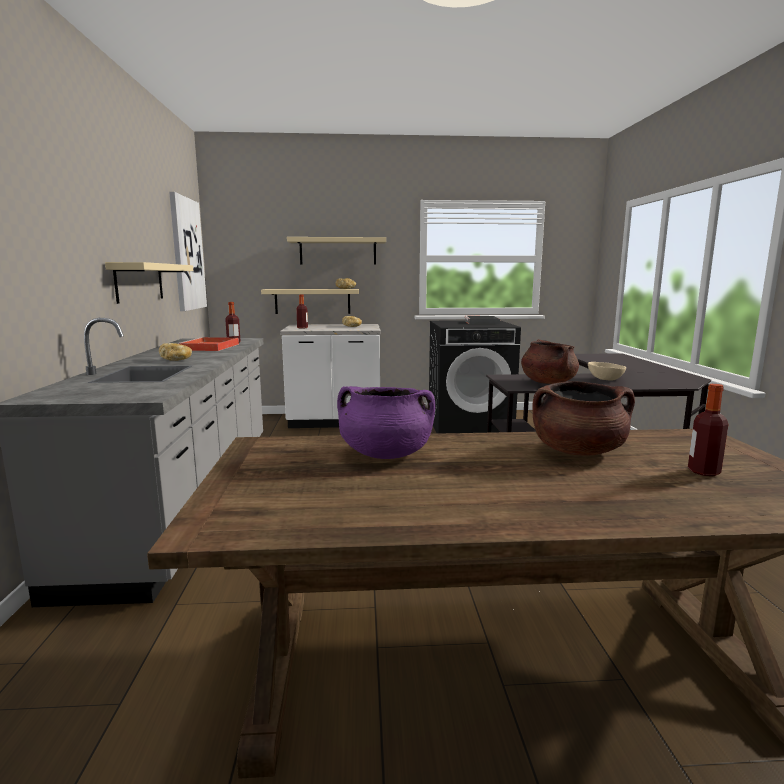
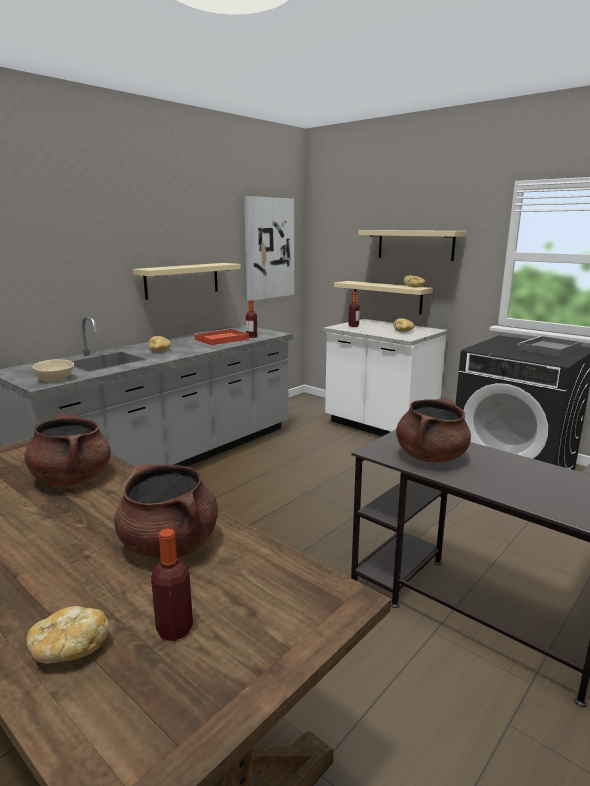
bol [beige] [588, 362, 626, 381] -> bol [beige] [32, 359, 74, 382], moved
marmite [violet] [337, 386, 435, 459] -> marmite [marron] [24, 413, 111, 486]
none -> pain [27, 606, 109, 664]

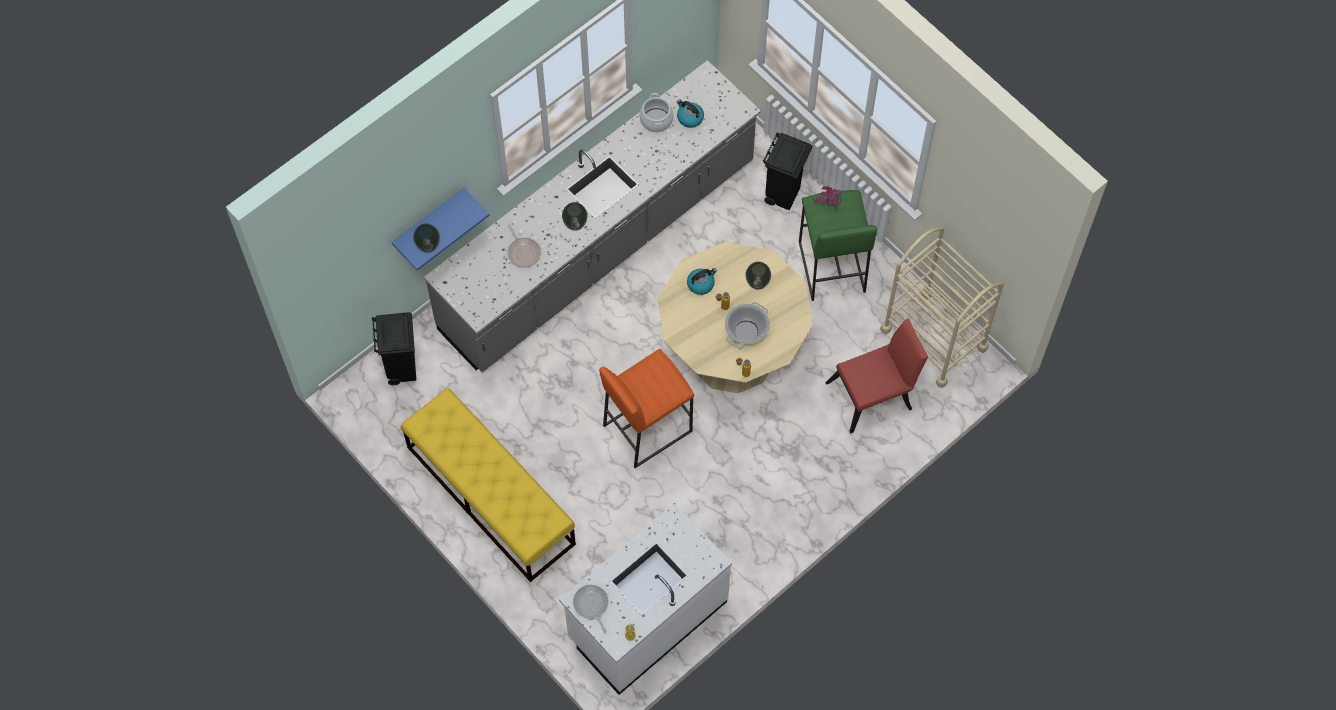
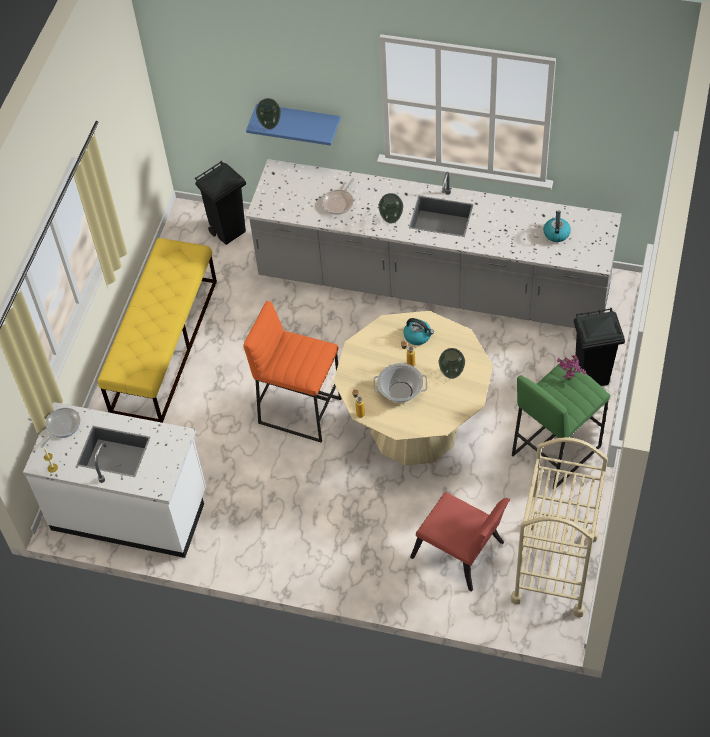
marmite [639, 93, 673, 132] -> none

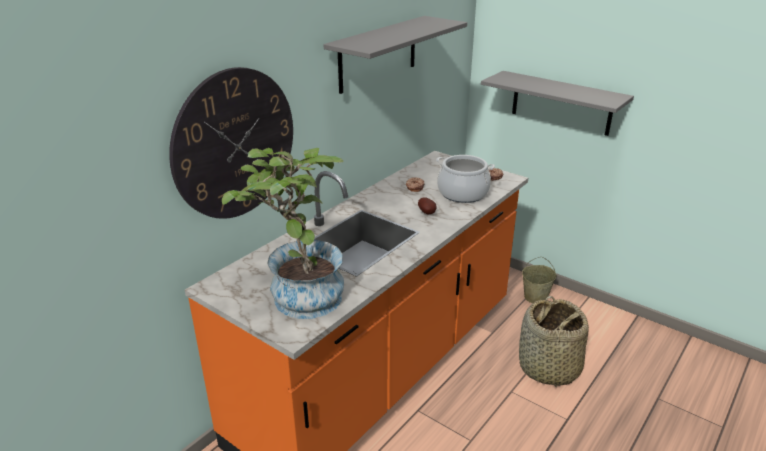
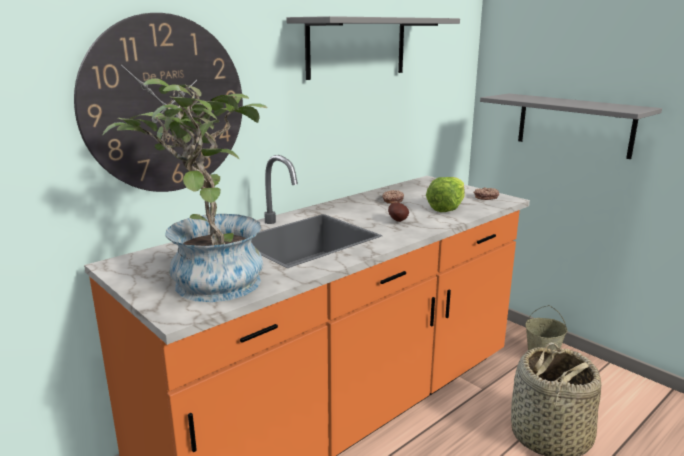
marmite [436, 155, 495, 203] -> laitue [426, 177, 465, 212]

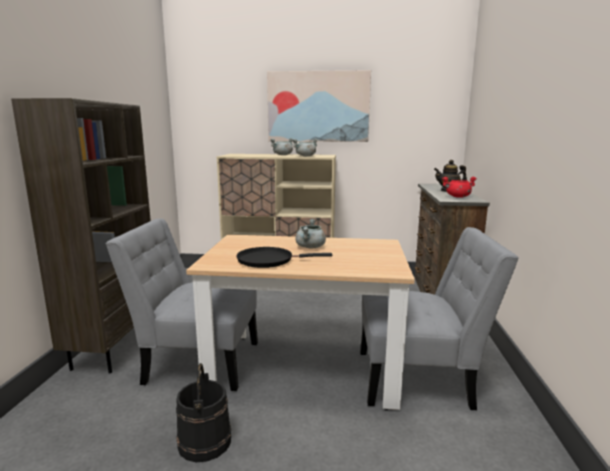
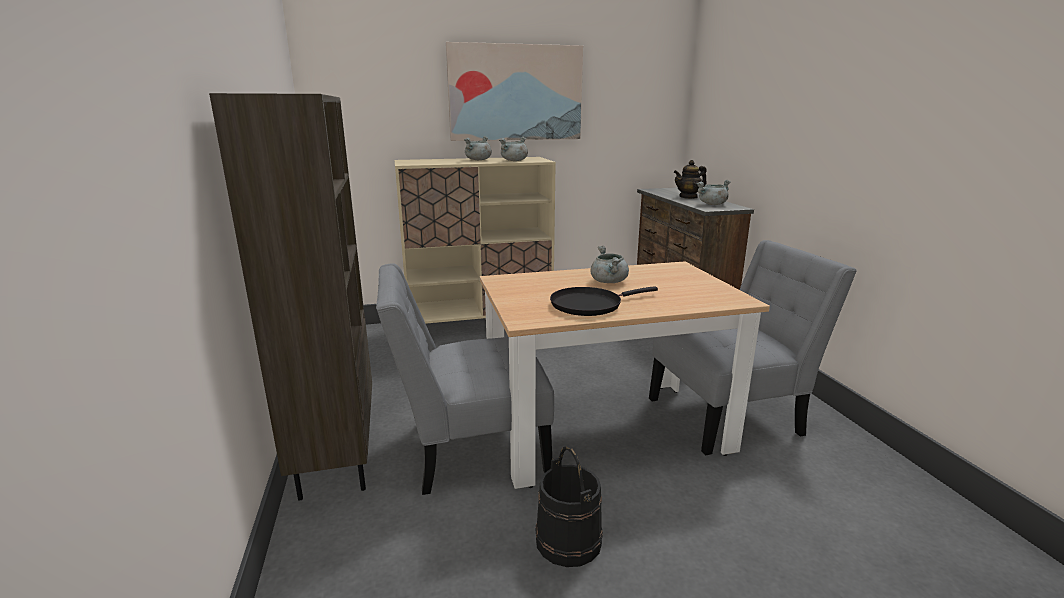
marmite [rouge] [442, 177, 477, 198] -> marmite [gris] [696, 180, 731, 205]

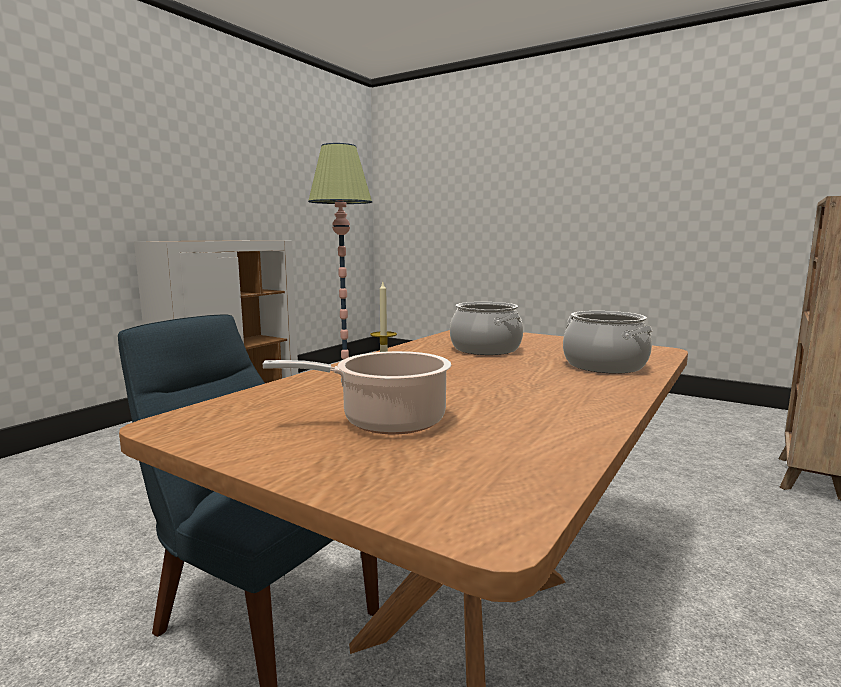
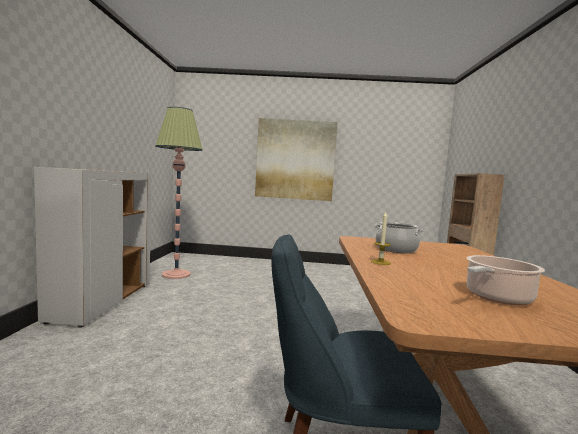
marmite [563, 311, 652, 374] -> none
none -> tableau [255, 118, 338, 201]

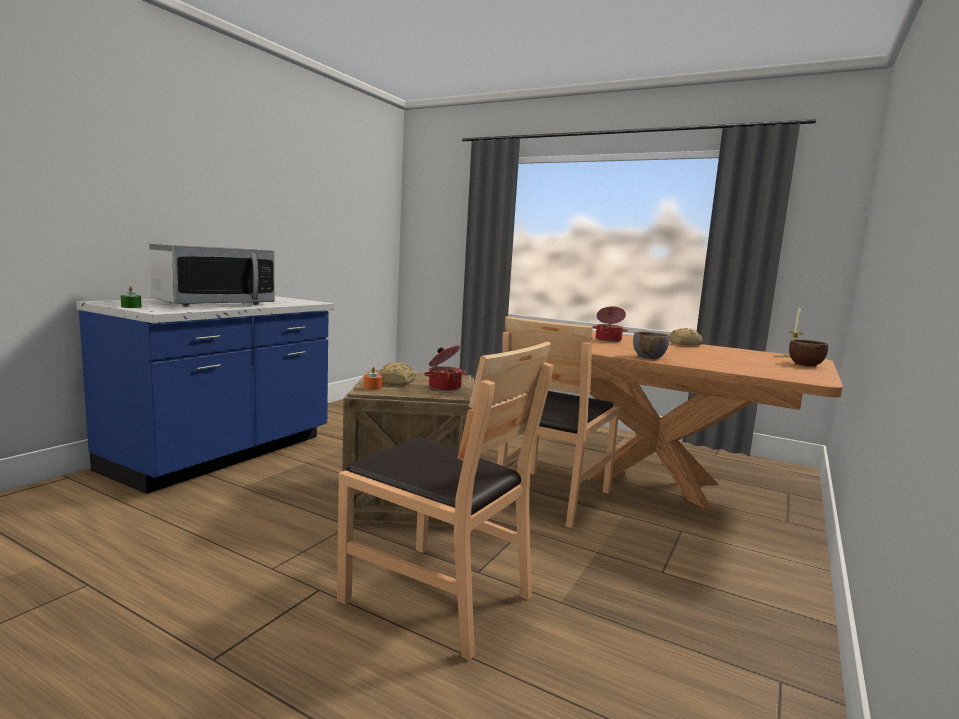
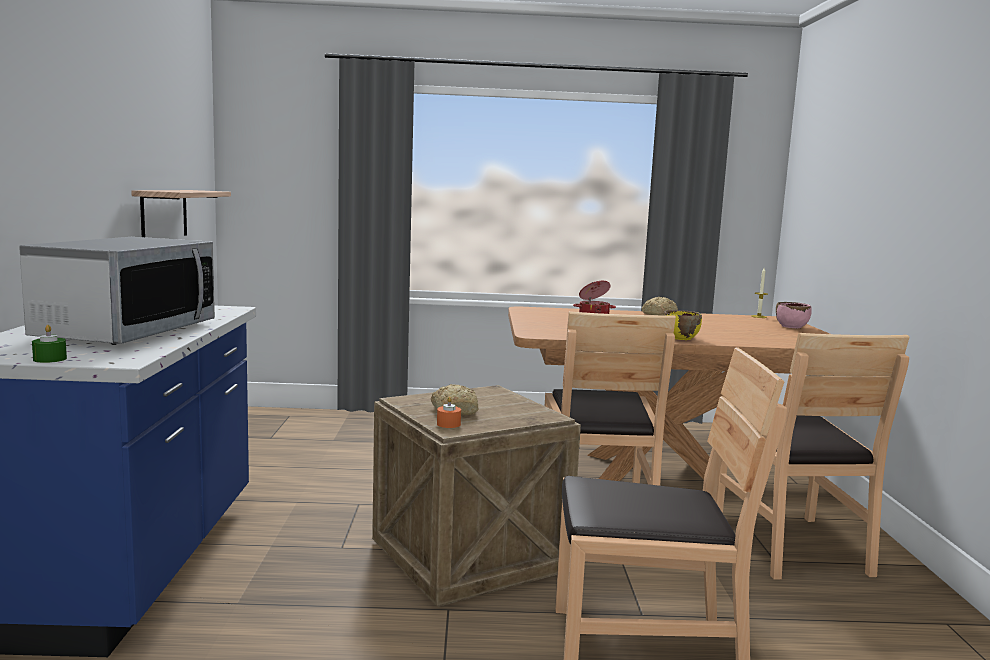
bol [gris] [633, 331, 669, 359] -> bol [jaune] [664, 310, 702, 340]
bol [marron] [789, 339, 828, 366] -> bol [rose] [776, 302, 812, 328]
marmite [424, 345, 466, 391] -> none
none -> étagère [131, 190, 231, 237]
none -> chaise [marron] [716, 333, 909, 580]

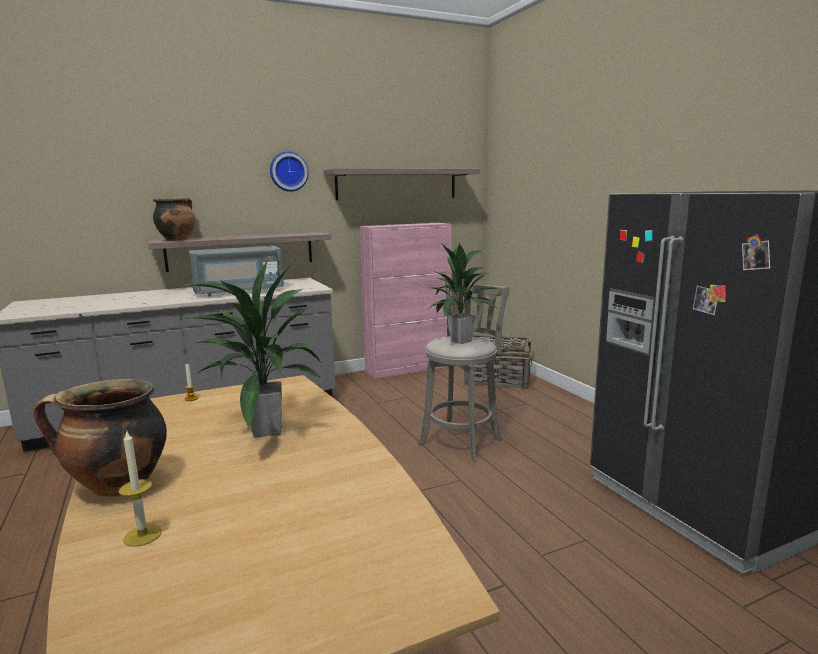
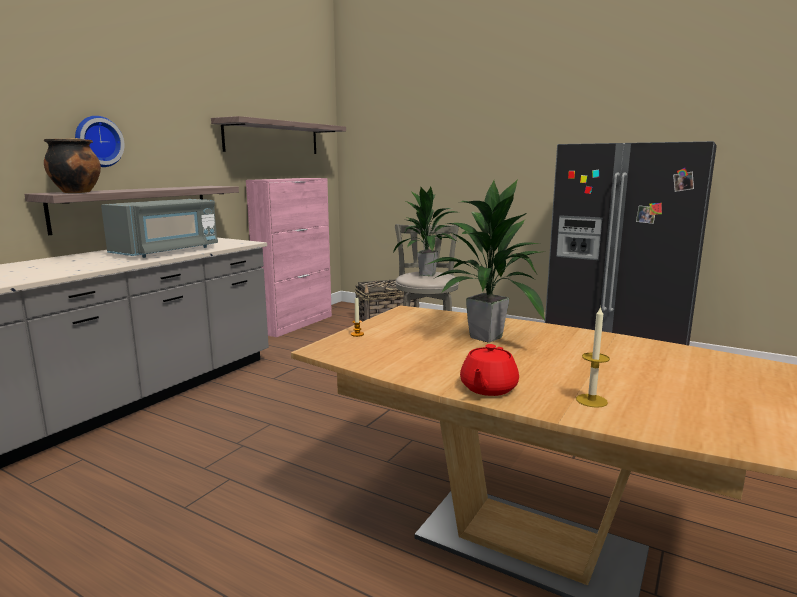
horloge murale [270, 151, 309, 192] -> horloge murale [75, 116, 125, 167], moved
marmite [34, 379, 167, 497] -> théière [rouge] [460, 344, 519, 396]

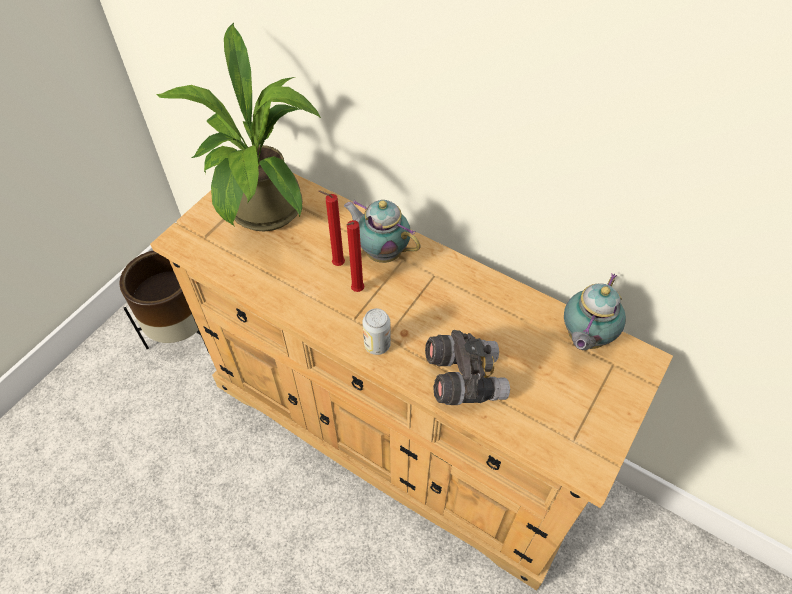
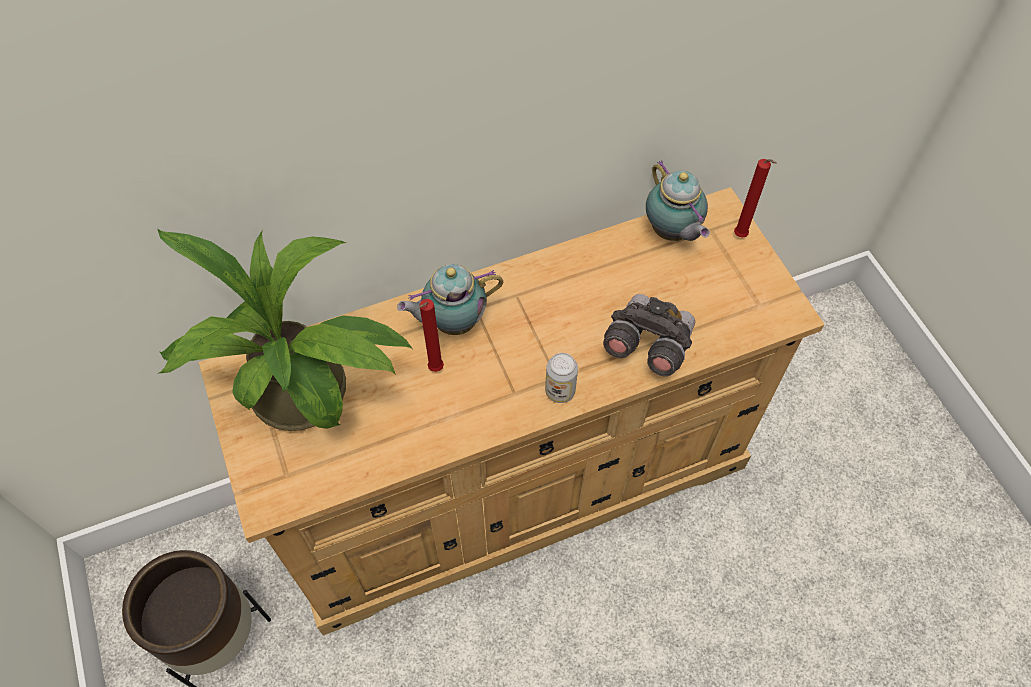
bougie [rouge] [347, 220, 365, 292] -> bougie [rouge] [734, 159, 777, 237], moved

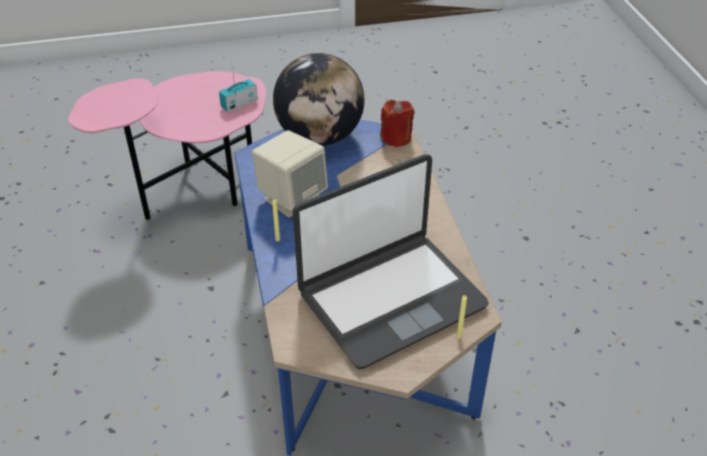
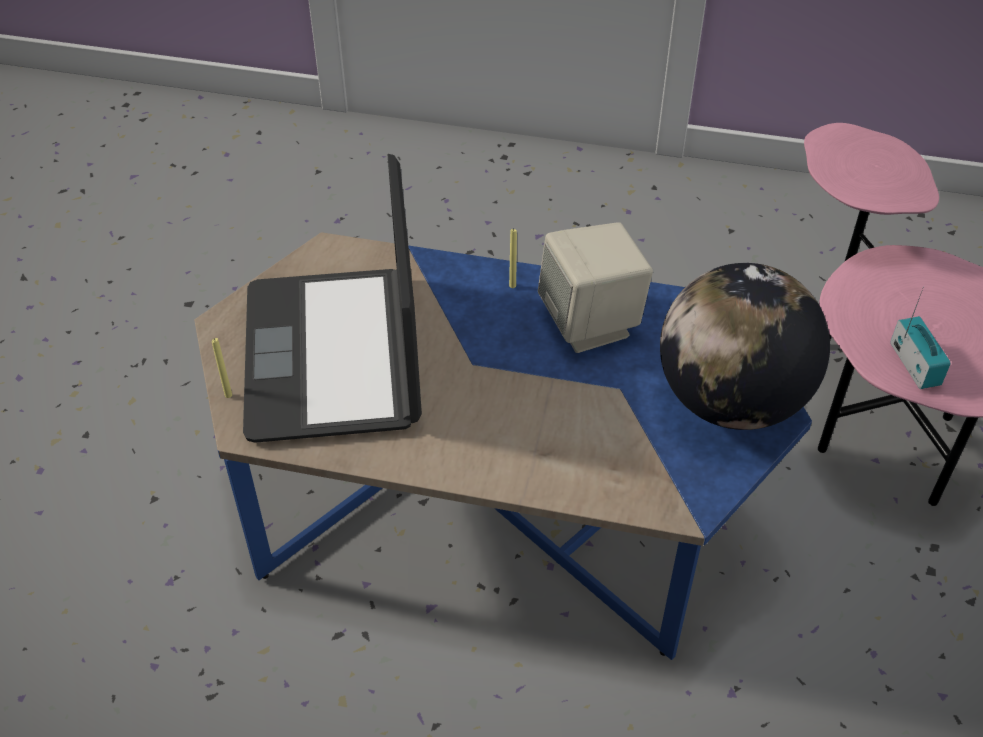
bougie [rouge] [380, 100, 415, 147] -> none

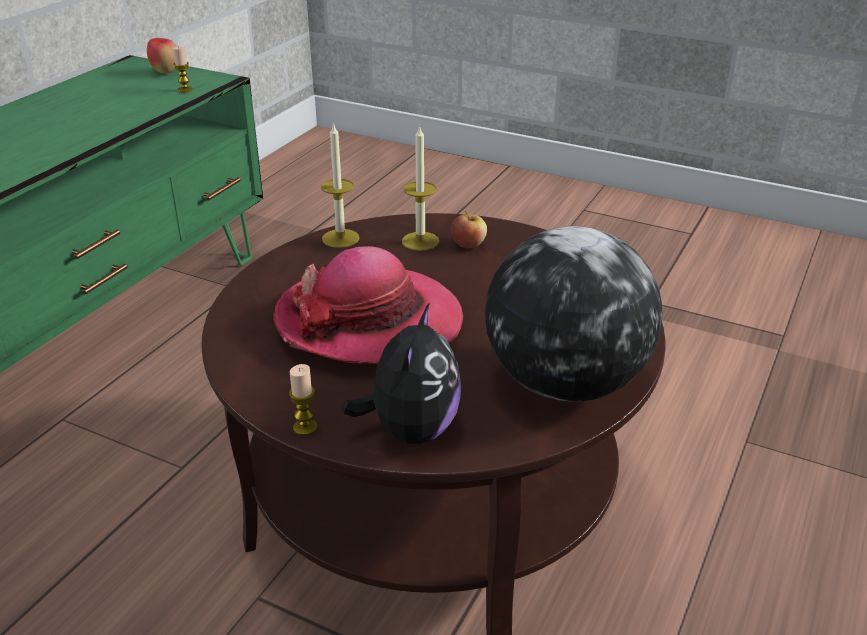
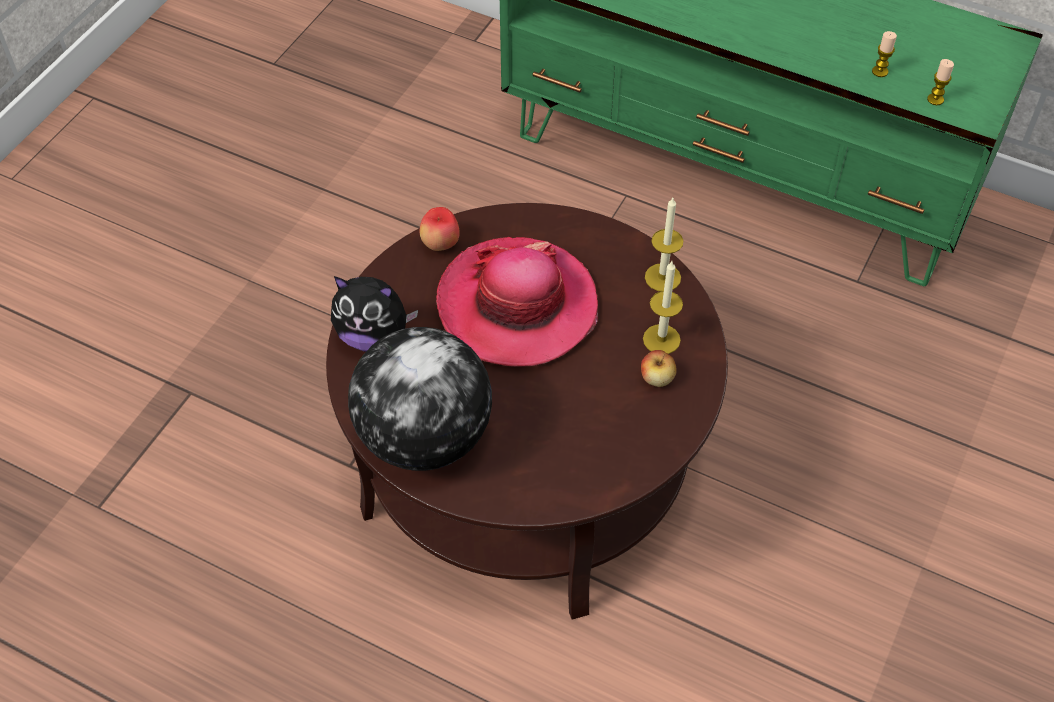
pomme [147, 38, 177, 74] -> pomme [420, 207, 460, 251], moved
bougie [289, 364, 318, 436] -> bougie [872, 31, 897, 77], moved

